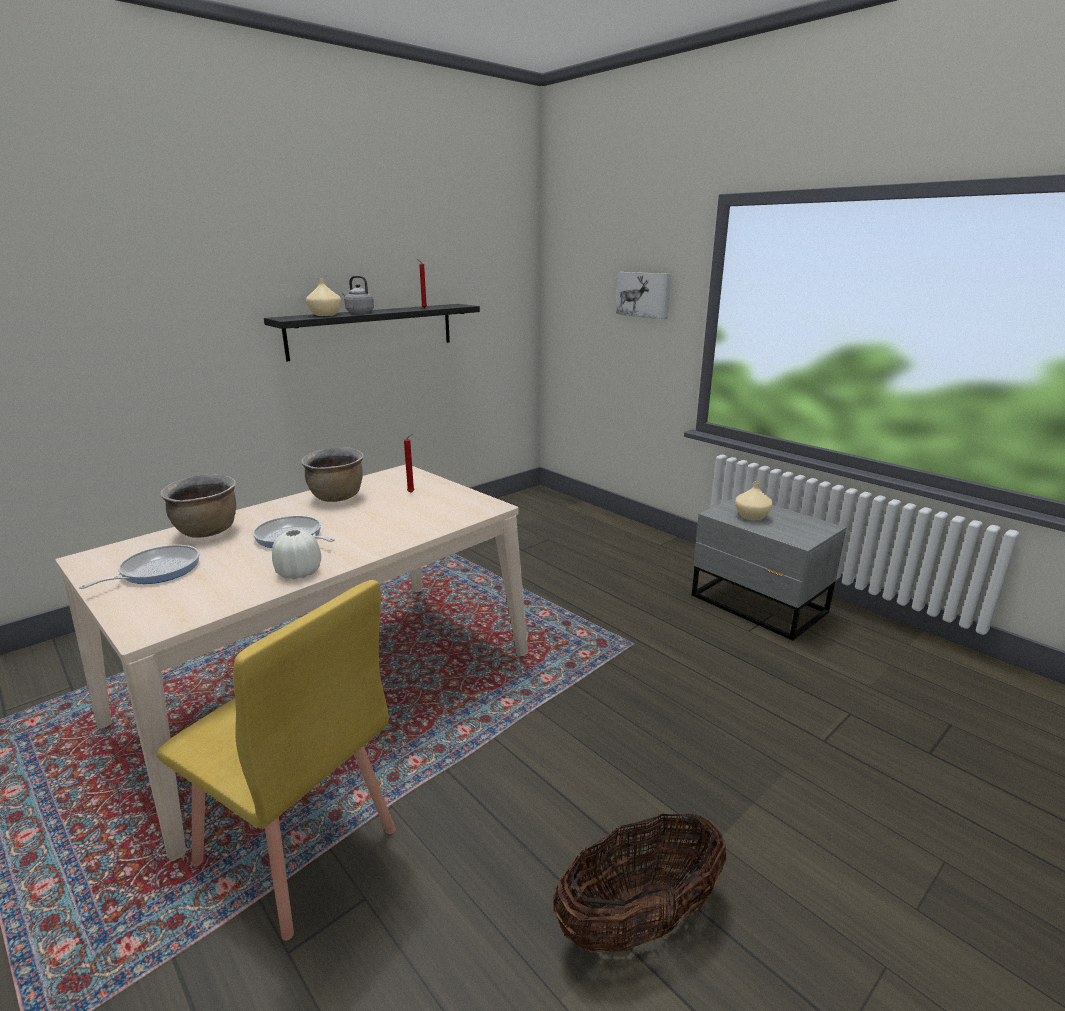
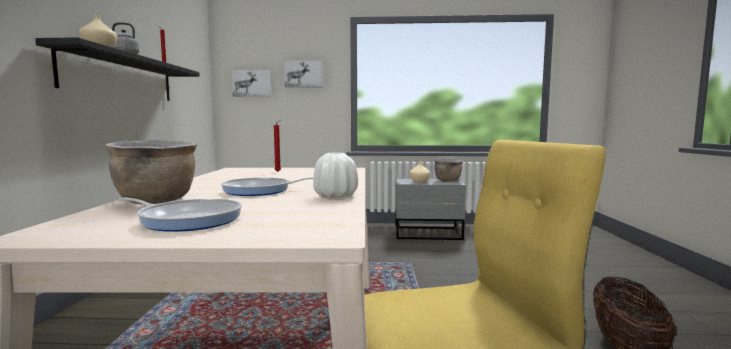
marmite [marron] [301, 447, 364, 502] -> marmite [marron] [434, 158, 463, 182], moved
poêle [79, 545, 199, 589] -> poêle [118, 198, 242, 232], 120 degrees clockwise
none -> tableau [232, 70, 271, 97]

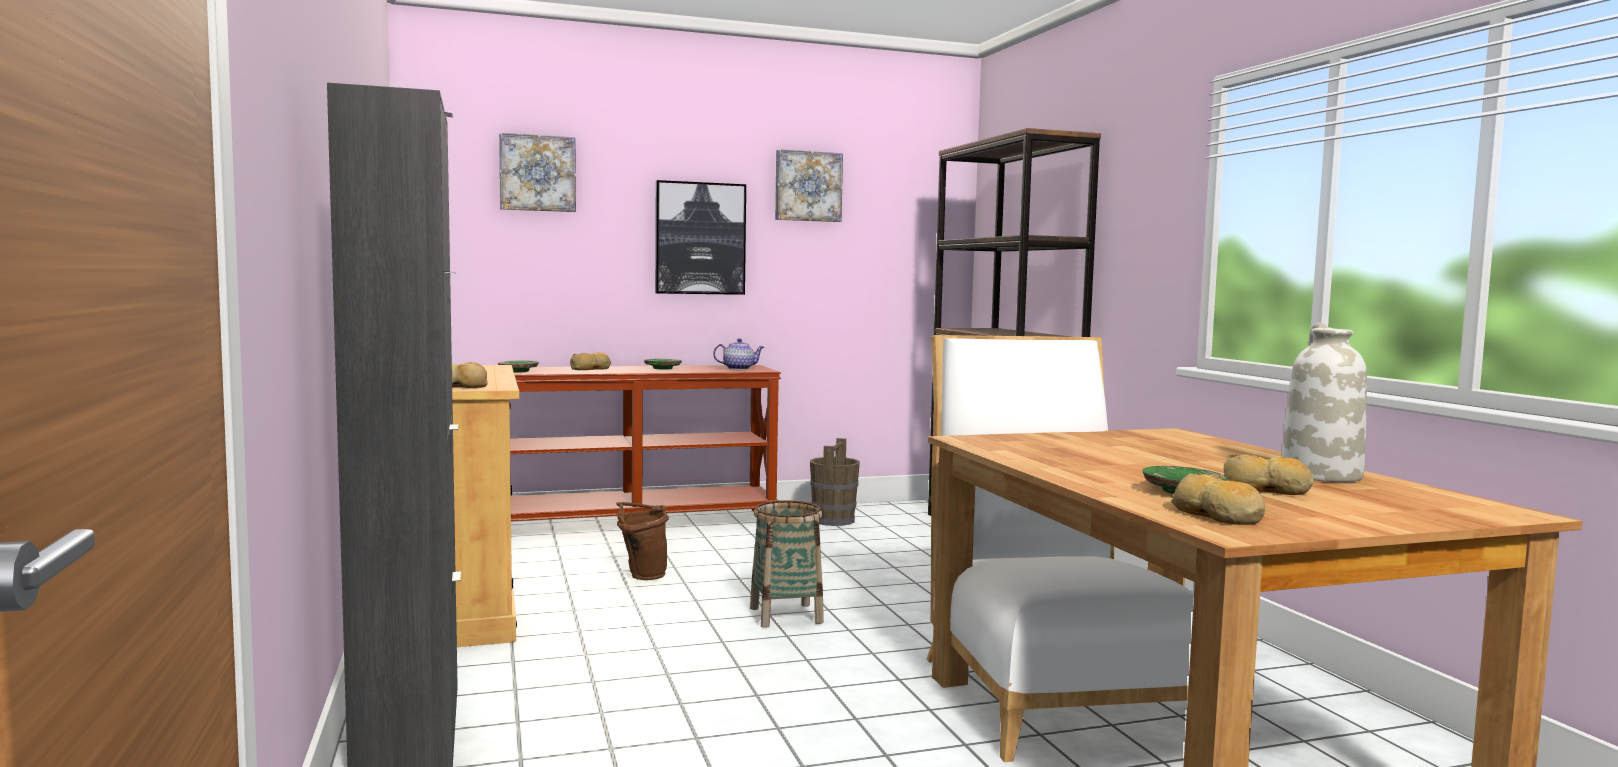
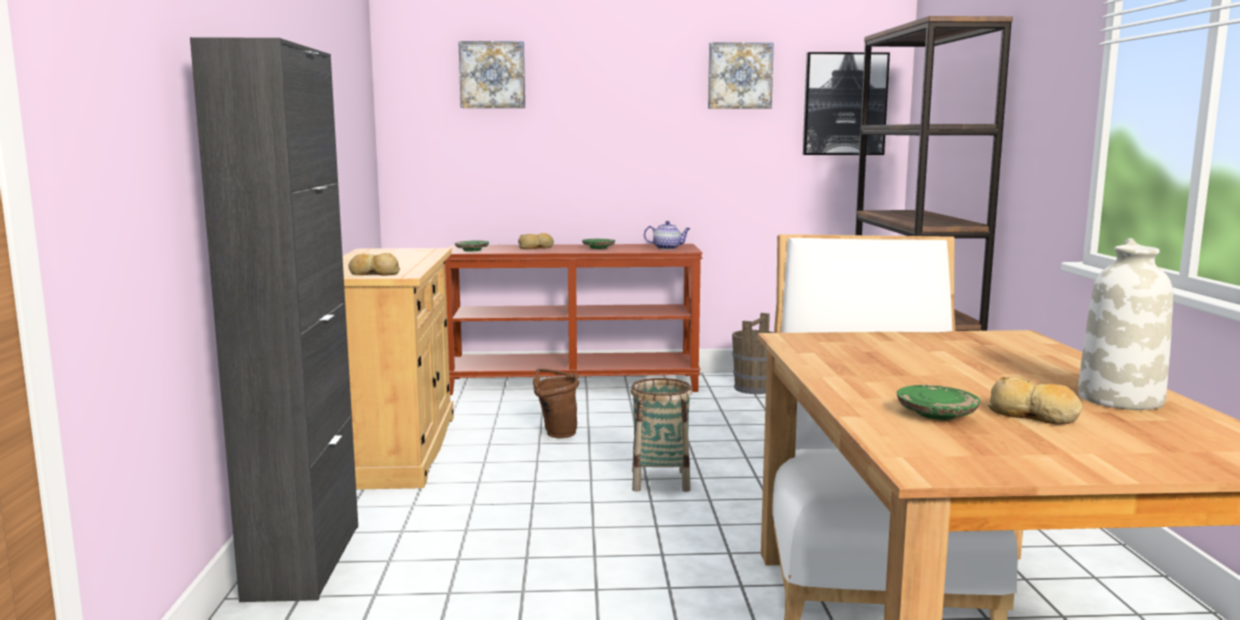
tableau [655, 180, 746, 295] -> tableau [803, 52, 890, 155], moved
pain [1171, 473, 1265, 525] -> none

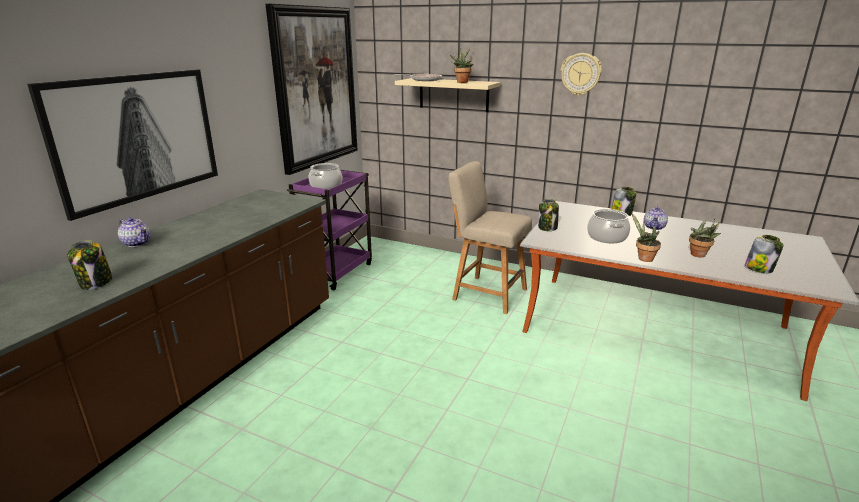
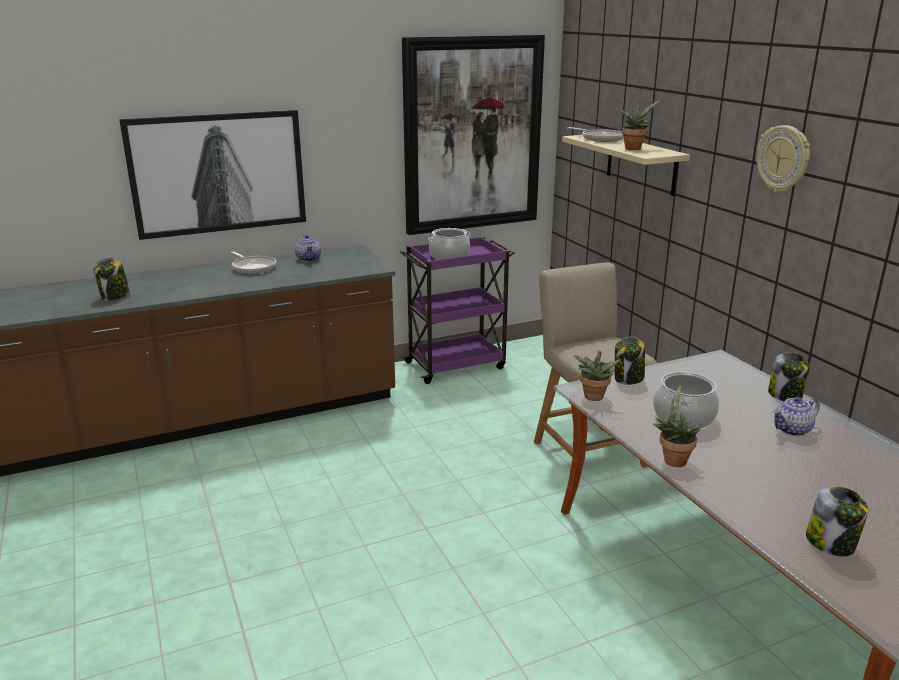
théière [118, 217, 151, 247] -> théière [295, 235, 321, 262], moved
plante en pot [689, 219, 721, 257] -> plante en pot [573, 350, 621, 401], moved
none -> poêle [231, 251, 276, 274]

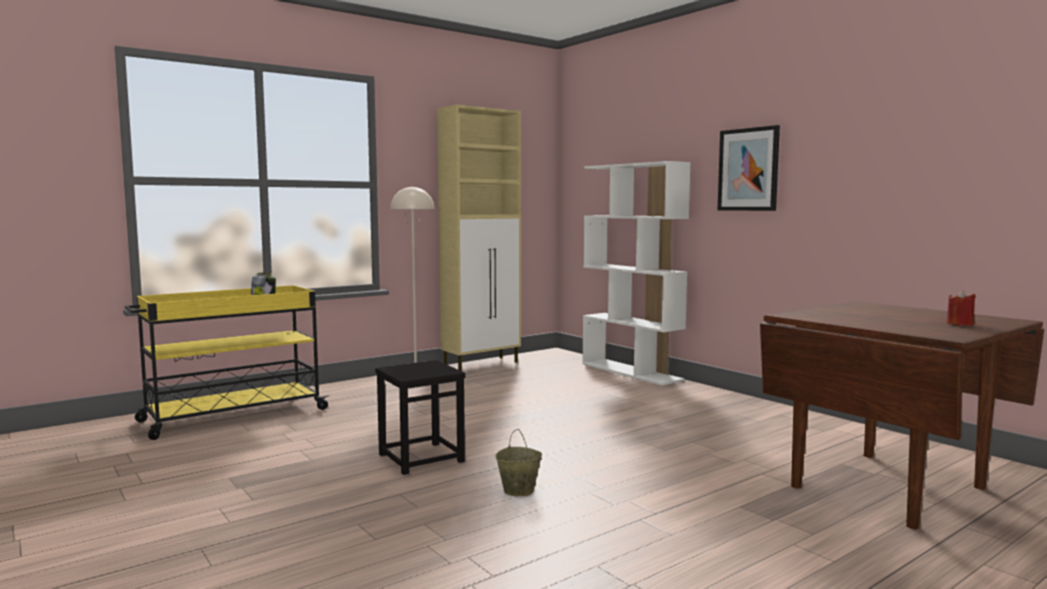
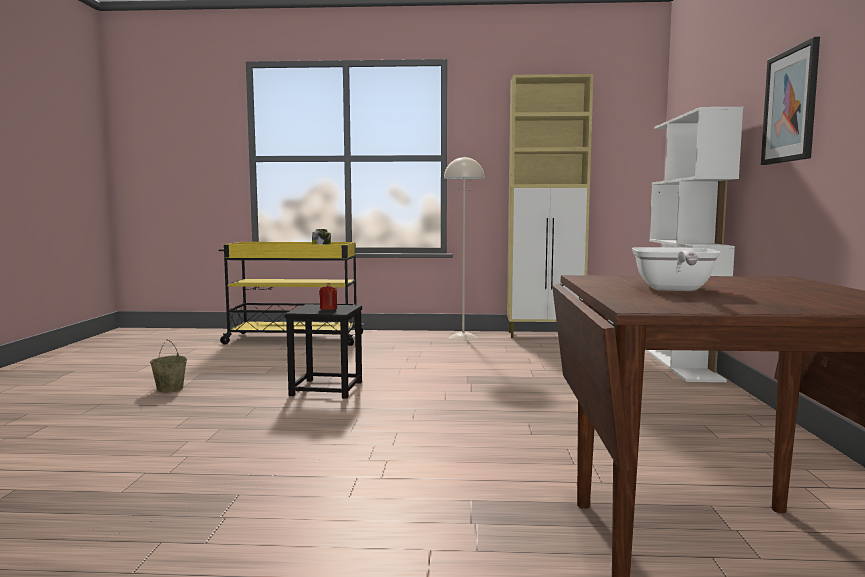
bougie [rouge] [946, 290, 976, 326] -> bougie [rouge] [319, 284, 337, 310], moved
seau [beige] [495, 429, 542, 496] -> seau [beige] [150, 340, 187, 393], moved
none -> poêle [632, 247, 721, 291]

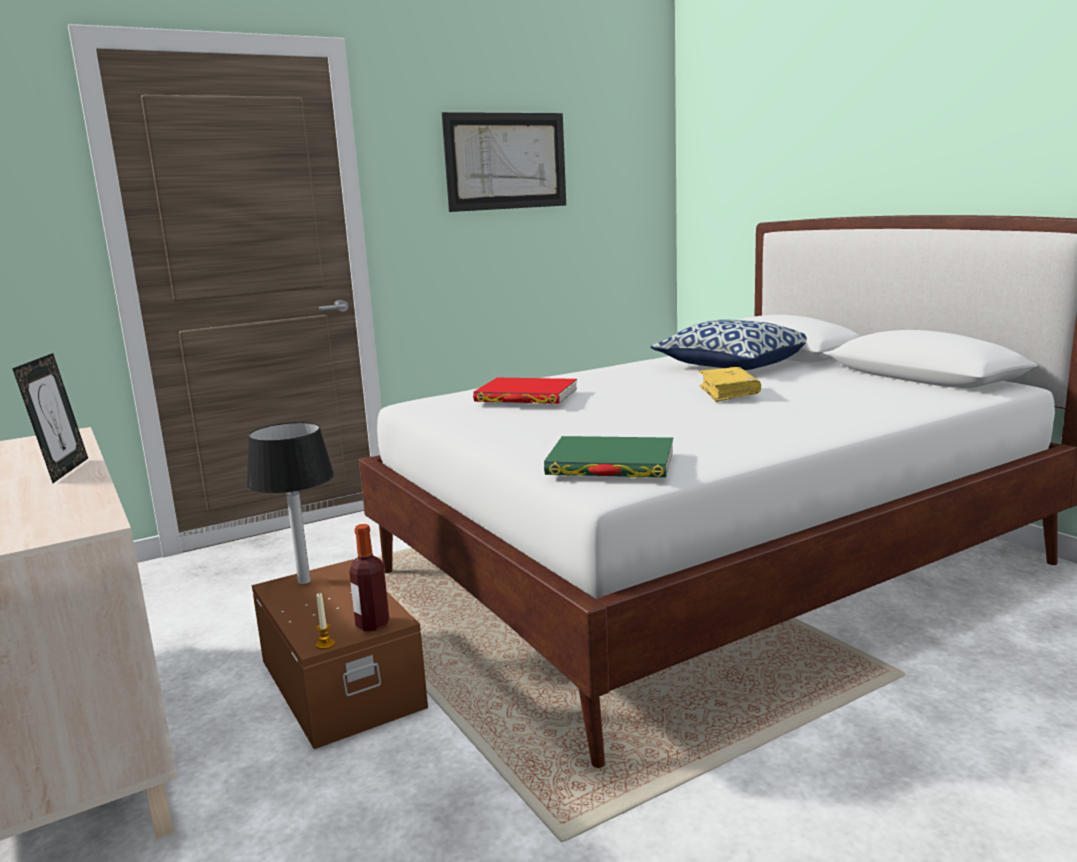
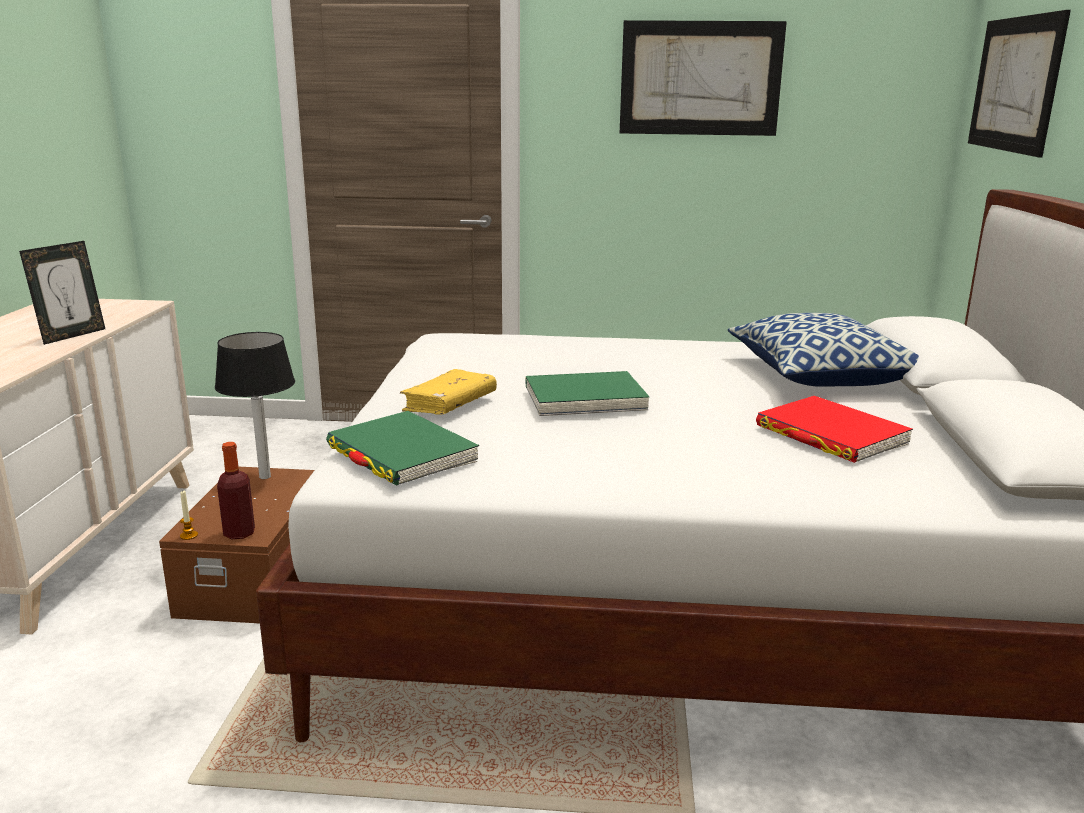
livre [jaune] [699, 367, 761, 402] -> livre [jaune] [400, 369, 497, 415], moved
livre [rouge] [473, 378, 577, 404] -> livre [rouge] [756, 396, 913, 463], moved
none -> tableau [968, 10, 1071, 157]
none -> livre [vert] [525, 371, 650, 416]

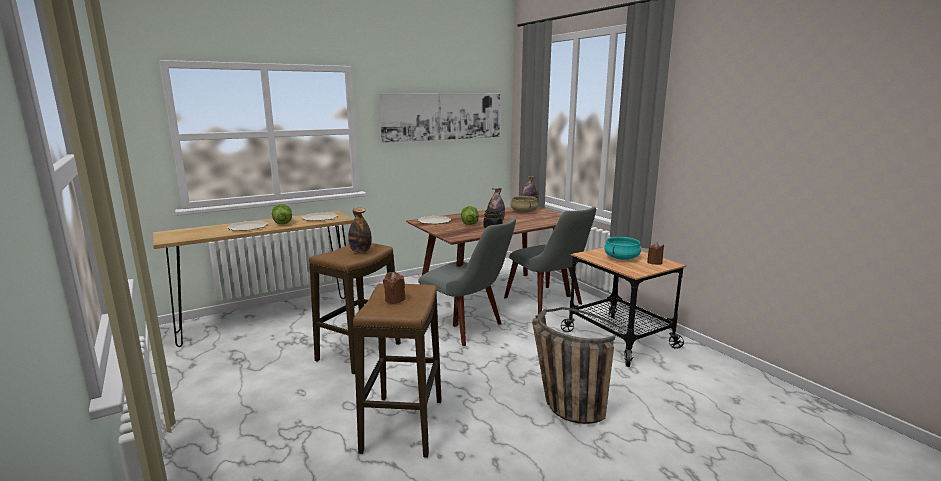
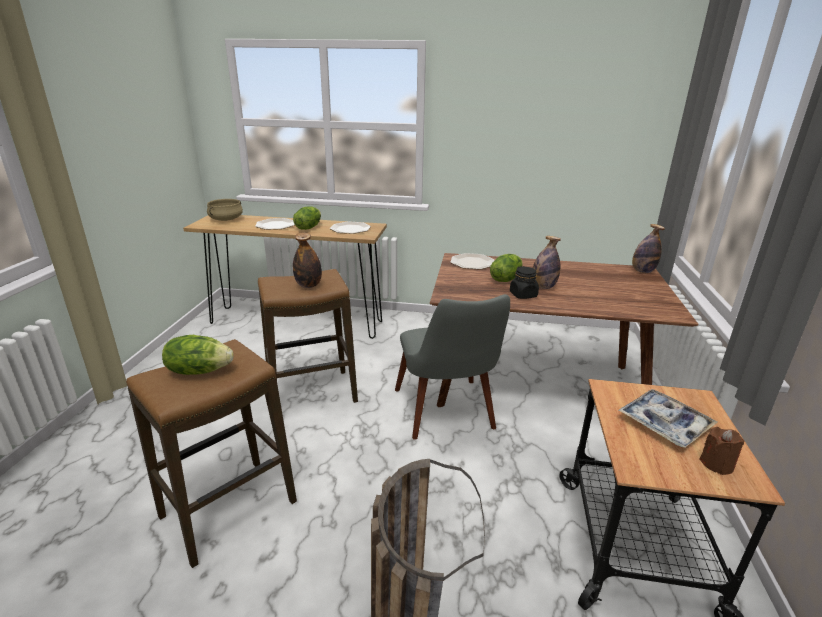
tableau [379, 93, 500, 143] -> none
marmite [beige] [511, 196, 538, 213] -> marmite [beige] [207, 199, 243, 221], moved
chaise [gris] [504, 207, 596, 314] -> none
marmite [turquoise] [604, 237, 641, 260] -> plateau [618, 389, 718, 448]
bougie [marron] [383, 272, 406, 303] -> laitue [162, 335, 234, 375]

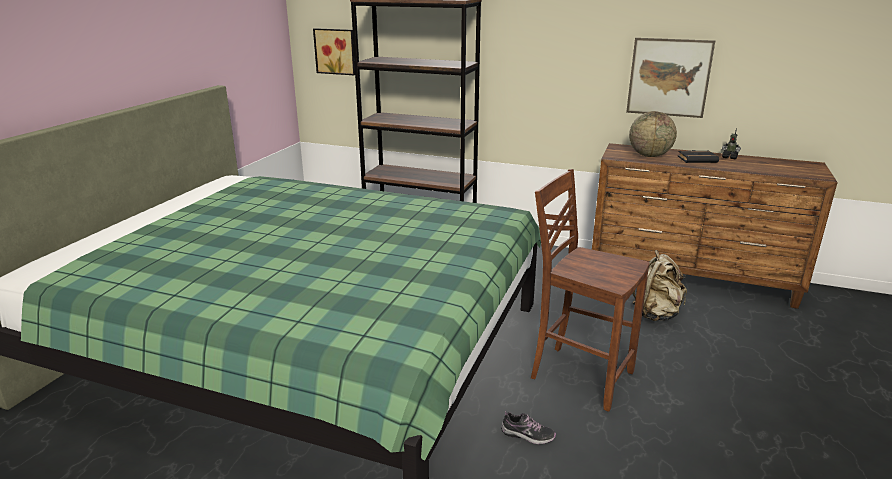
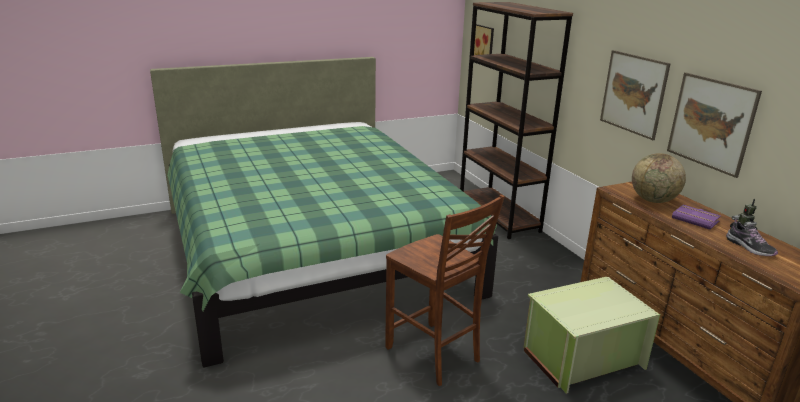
livre [noir] [678, 150, 719, 163] -> livre [violet] [672, 205, 721, 230]
chaise [marron] [531, 169, 649, 412] -> chaise [marron] [385, 195, 505, 386], 150 degrees clockwise
sac à dos [beige] [632, 250, 687, 321] -> boîte de rangement [vert] [523, 277, 660, 394]
chaussure [501, 411, 556, 444] -> chaussure [726, 219, 778, 256], moved
none -> tableau [600, 50, 671, 140]

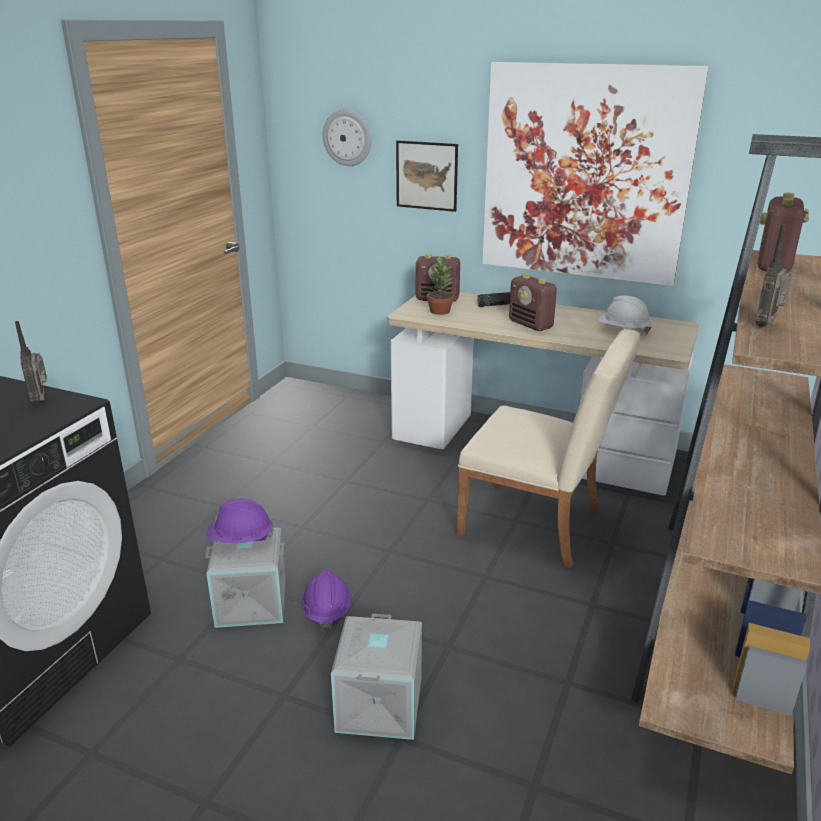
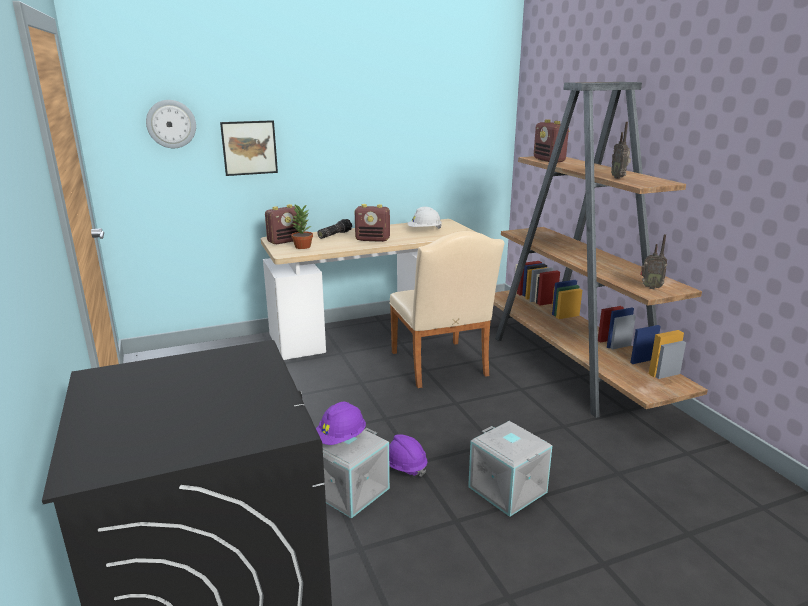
tableau [482, 62, 709, 286] -> none
radio [15, 321, 47, 404] -> radio [640, 234, 667, 289], moved
chaise [beige] [457, 329, 640, 568] -> chaise [beige] [389, 231, 505, 388], 90 degrees clockwise

